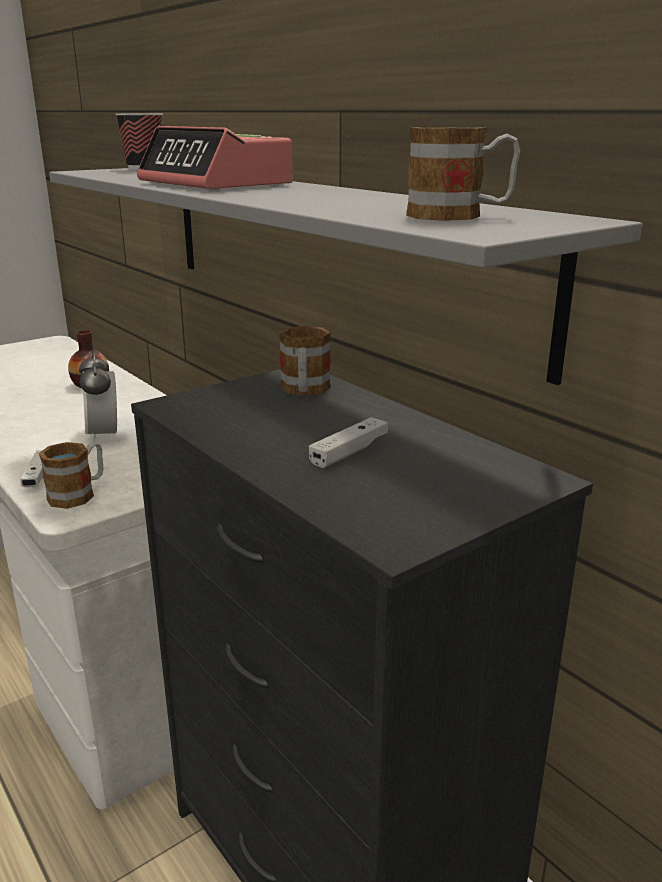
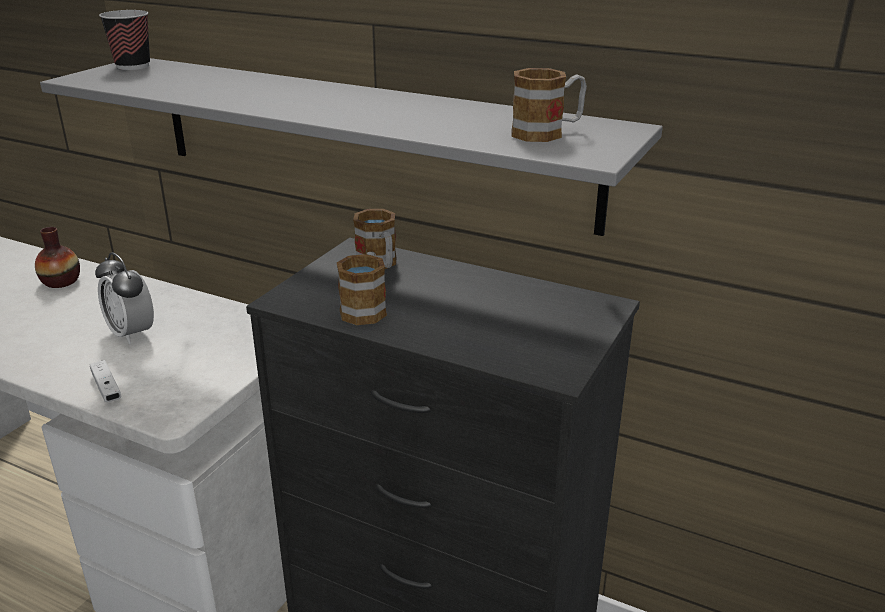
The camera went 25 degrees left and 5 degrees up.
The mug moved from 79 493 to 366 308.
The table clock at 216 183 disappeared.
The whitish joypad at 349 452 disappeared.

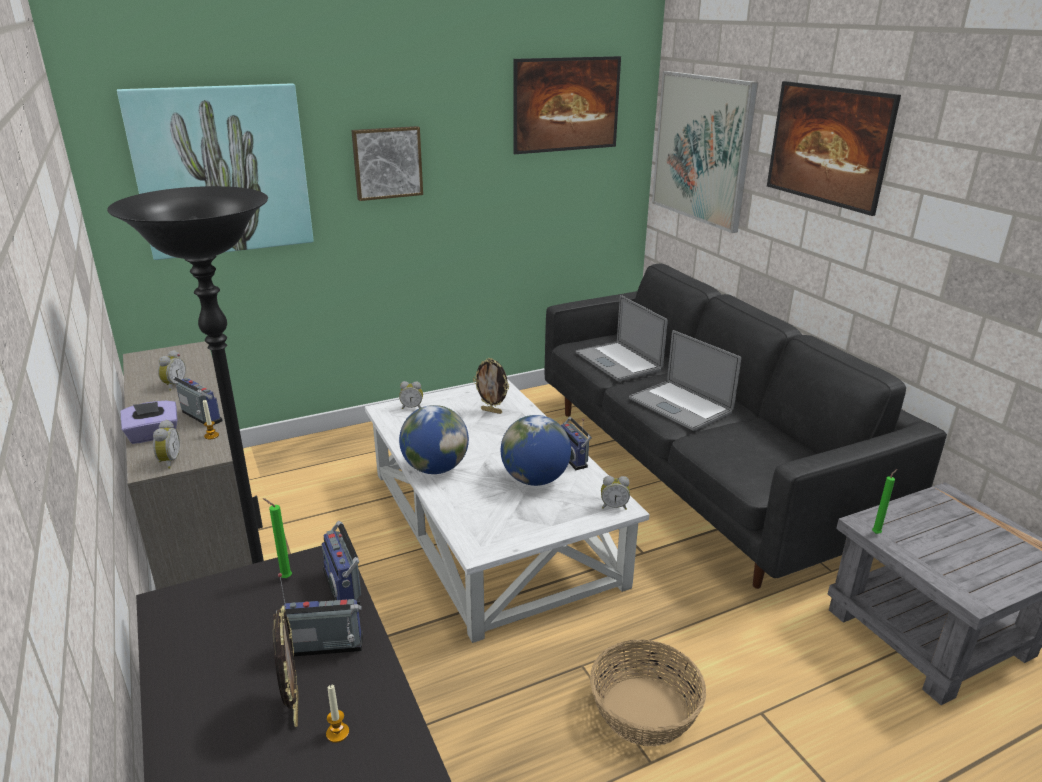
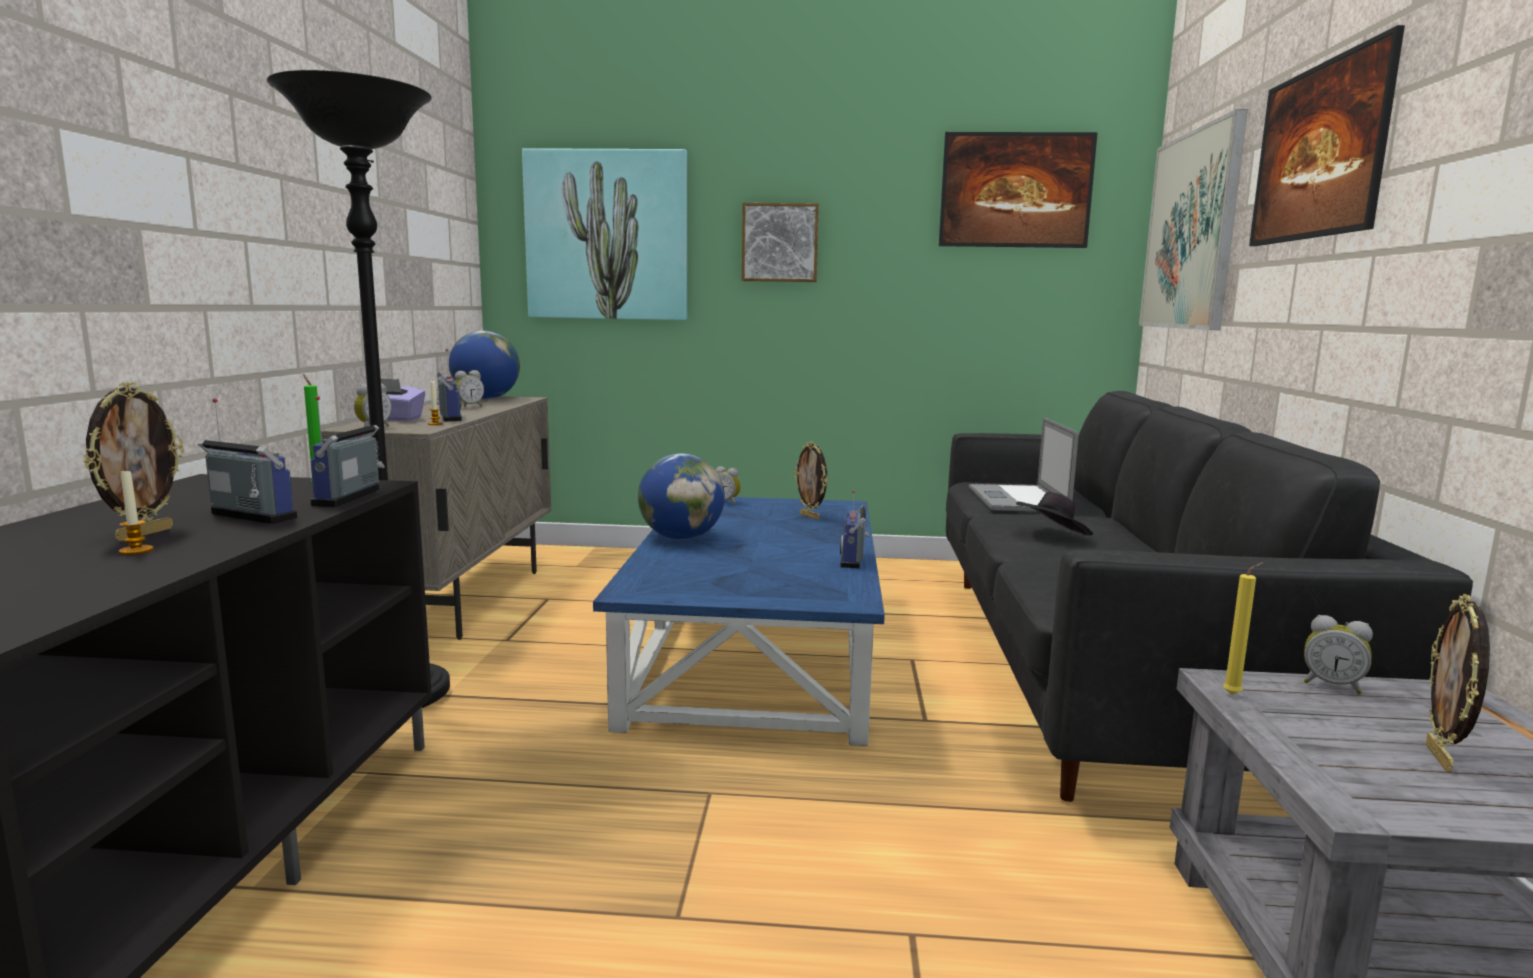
The camera went 30 degrees right and 15 degrees down.
The desk globe moved from 535 479 to 486 398.
The whitish lounge table at 494 526 became the blue-coloured lounge table at 759 651.
The portable computer at 680 405 was replaced by the blackish wearable hat at 1052 536.
The green-coloured candle at 877 533 became the yellow-coloured candle at 1234 695.
The table clock moved from 614 506 to 1332 685.
The photo frame at 1441 758 appeared.
The household basket at 644 710 disappeared.

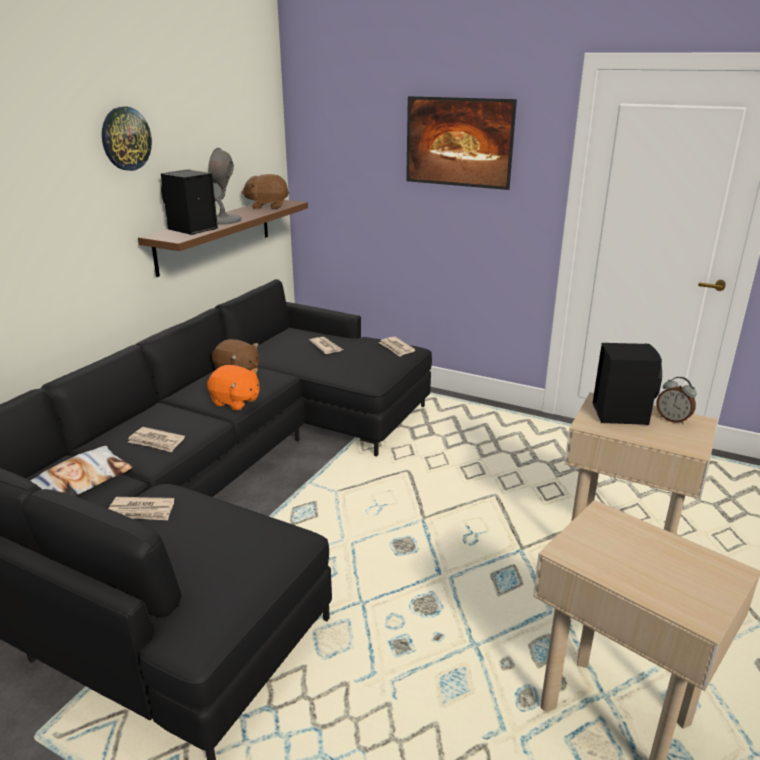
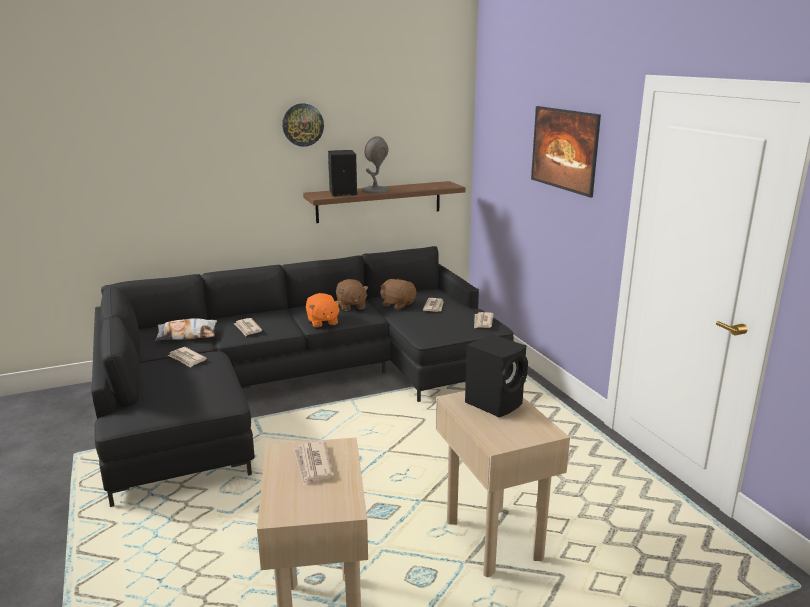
The camera went 40 degrees right and 5 degrees down.
The daily paper at 313 464 appeared.
The brownish cuddly toy moved from 267 206 to 398 304.
The table clock at 673 419 disappeared.

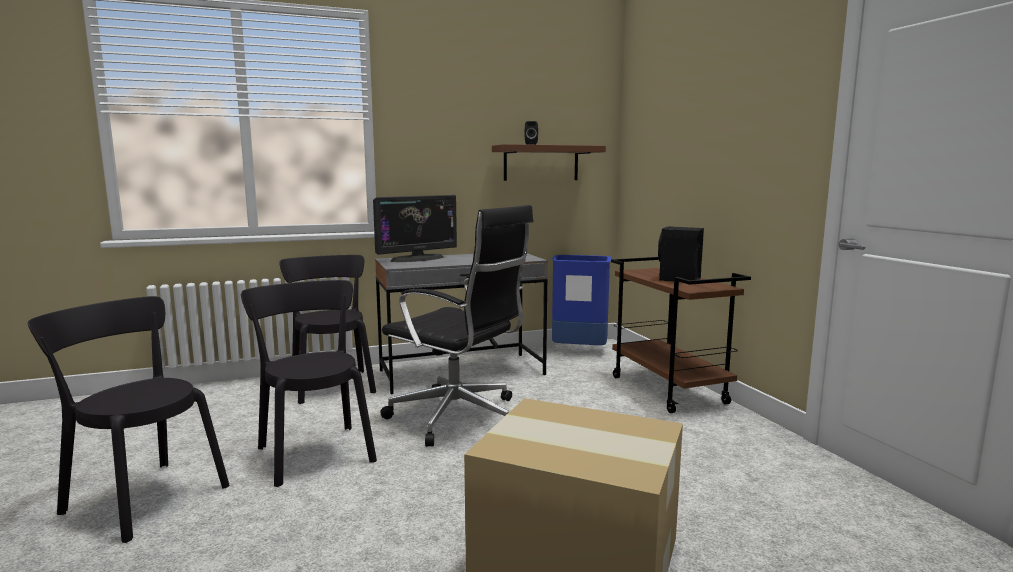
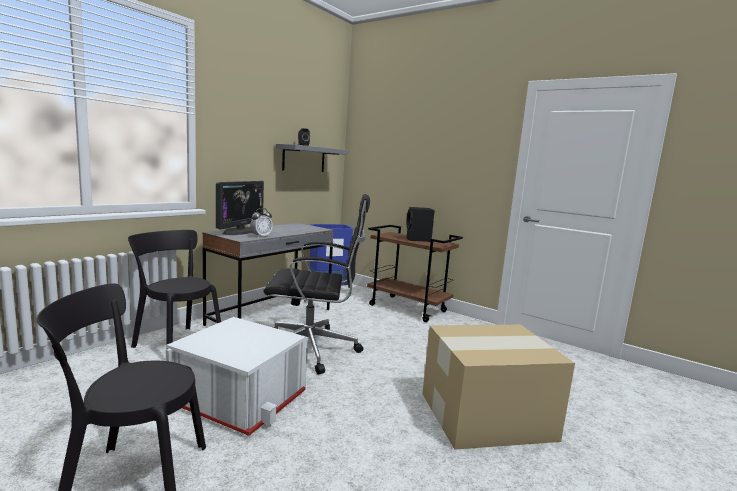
The camera went 35 degrees left and 0 degrees up.
The blackish upright chair at 315 451 was replaced by the whitish storage box at 240 399.
The table clock at 261 236 appeared.
The brownish shelf at 541 163 became the gray shelf at 304 158.

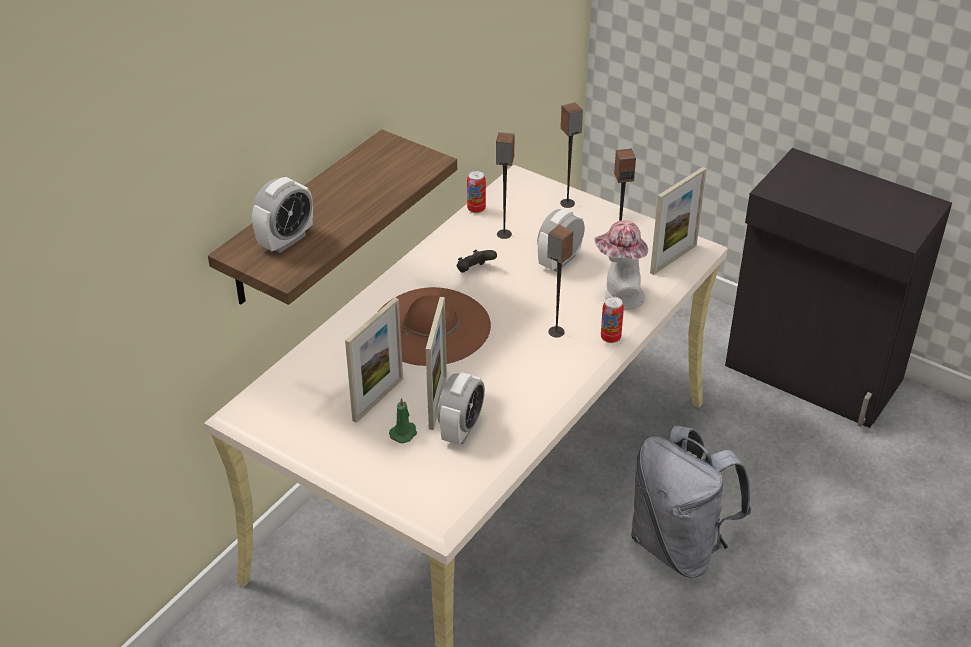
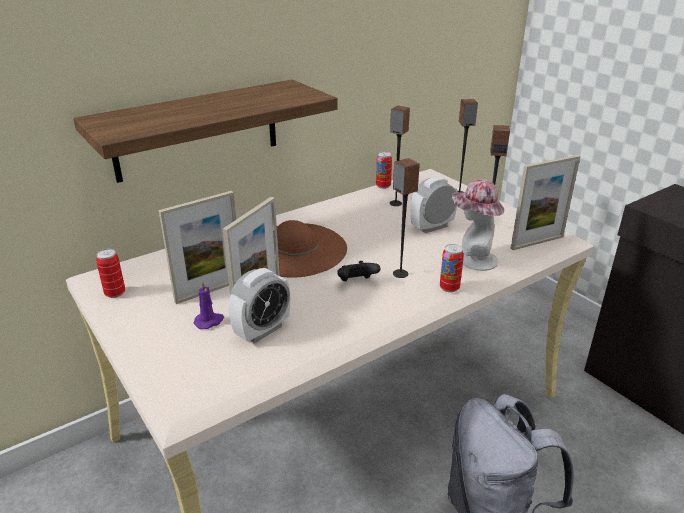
The camera went 20 degrees right and 10 degrees down.
The sealed can at 115 293 appeared.
The green-coloured candle at 404 433 became the purple-coloured candle at 209 321.
The blackish joypad moved from 474 271 to 357 282.
The table clock at 286 240 disappeared.

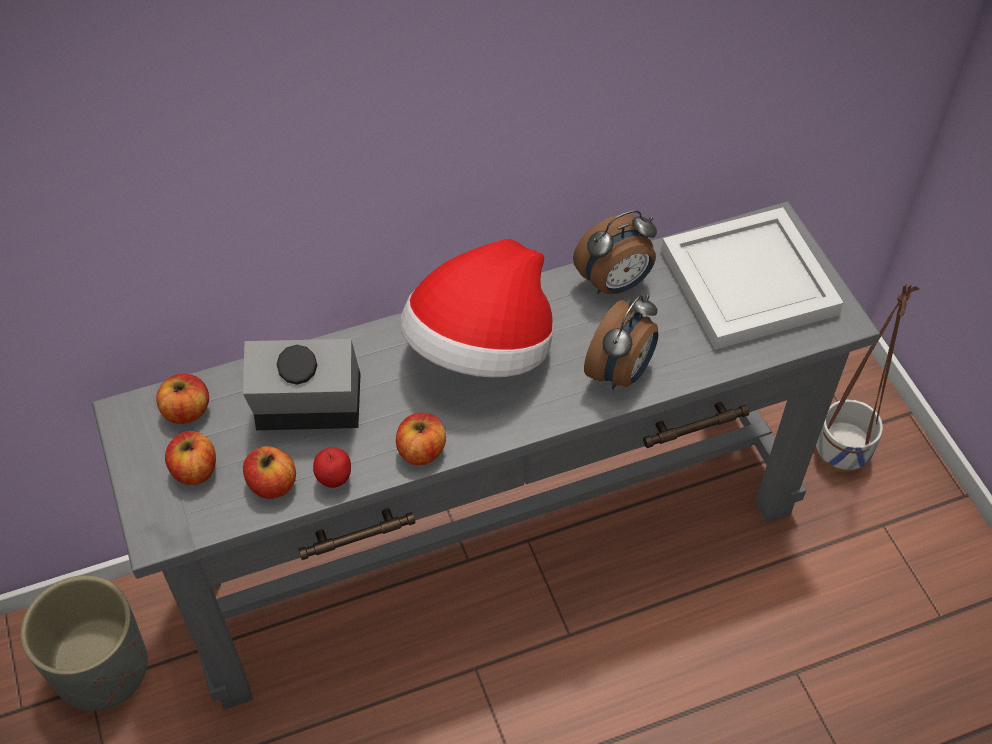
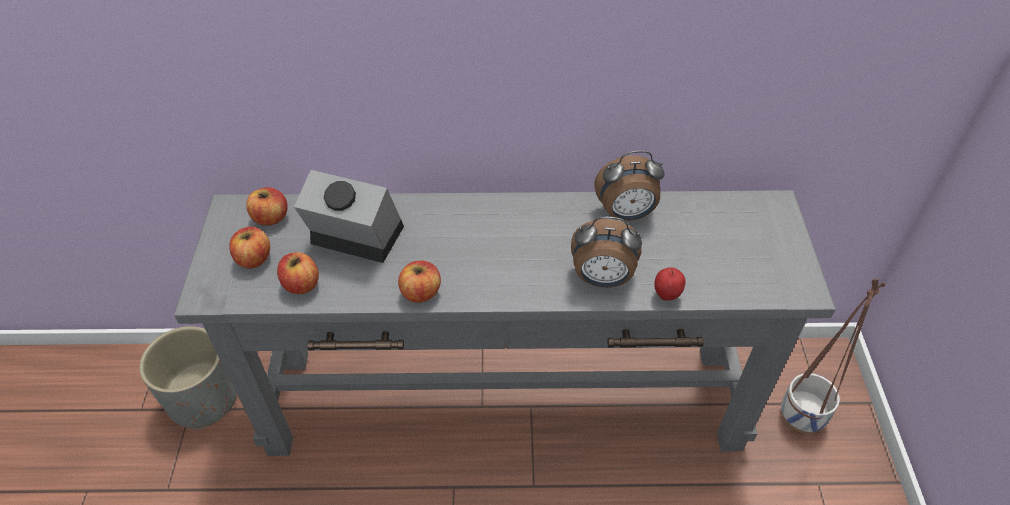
The camera went 20 degrees right and 5 degrees down.
The table clock at 621 372 turned 45 degrees clockwise.
The apple fruit moved from 334 480 to 666 296.
The wearable hat at 482 349 disappeared.
The whitish tray at 745 281 disappeared.

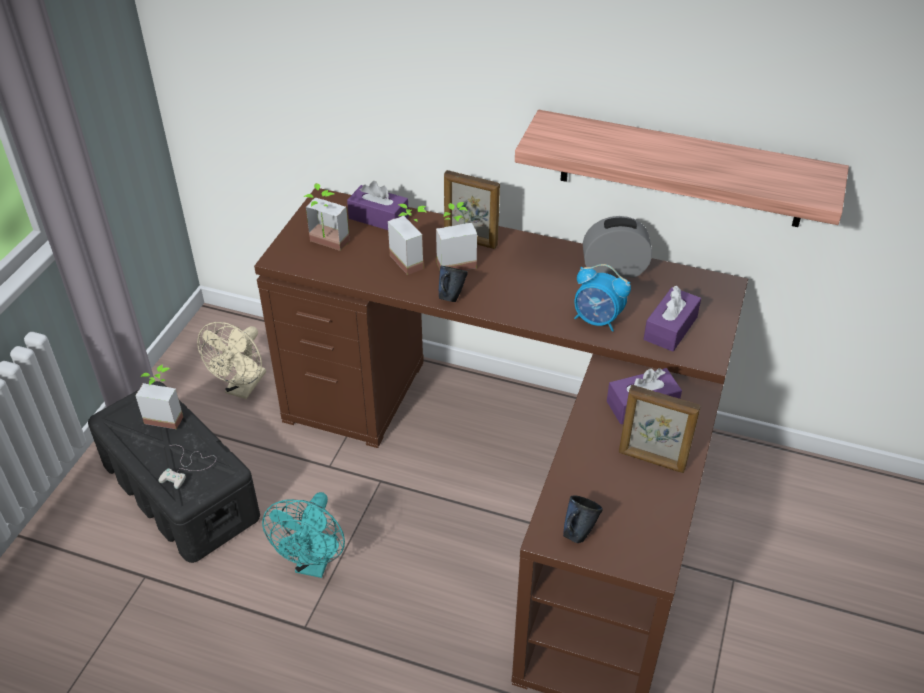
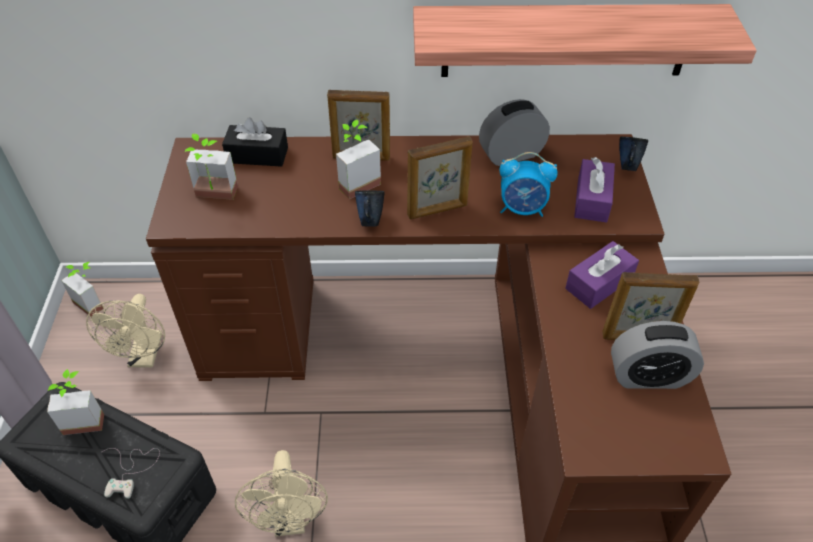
The camera went 20 degrees left and 5 degrees up.
The plant in a pot moved from 413 259 to 93 301.
The purple-coloured box of tissues at 378 218 became the blackish box of tissues at 257 155.
The turquoise electric fan at 314 563 became the sand-coloured electric fan at 290 520.
The photo frame at 438 210 appeared.
The table clock at 648 376 appeared.
The blue-coloured mug moved from 578 532 to 627 166.

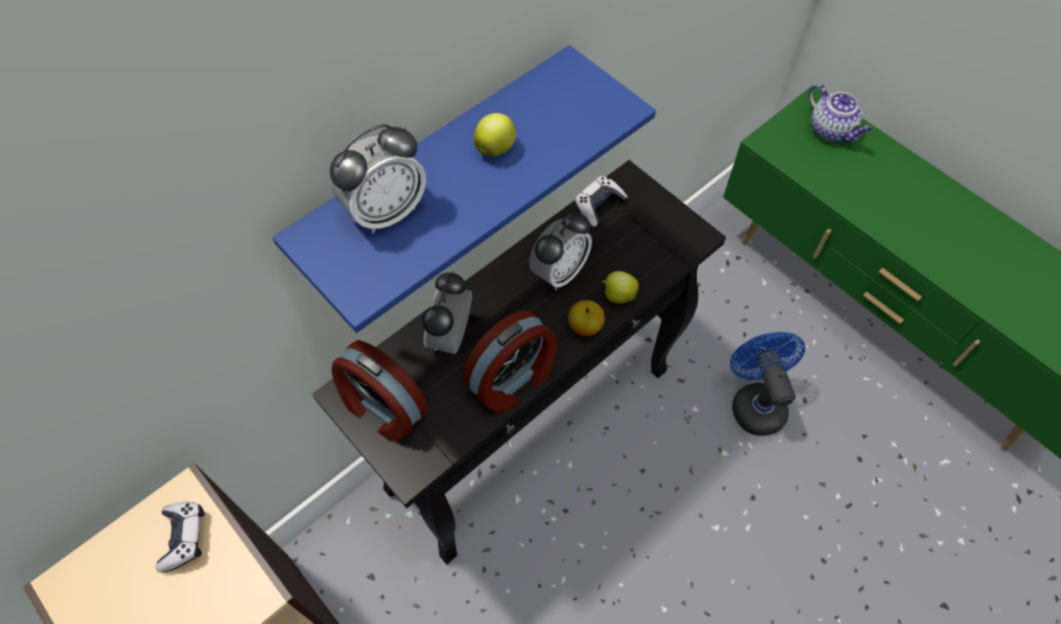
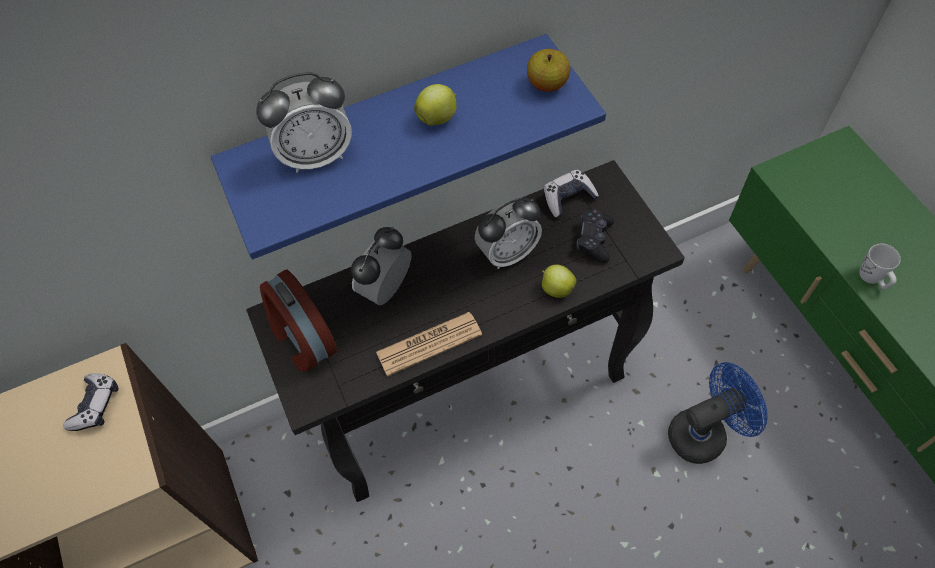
The camera went 20 degrees right and 0 degrees up.
The table clock at 513 380 was replaced by the daily paper at 429 344.
The apple fruit moved from 585 326 to 547 84.
The blackish joypad at 594 240 appeared.
The blue-coloured electric fan at 755 402 turned 60 degrees clockwise.
The whitish mug at 873 279 appeared.
The pot for tea at 831 130 disappeared.

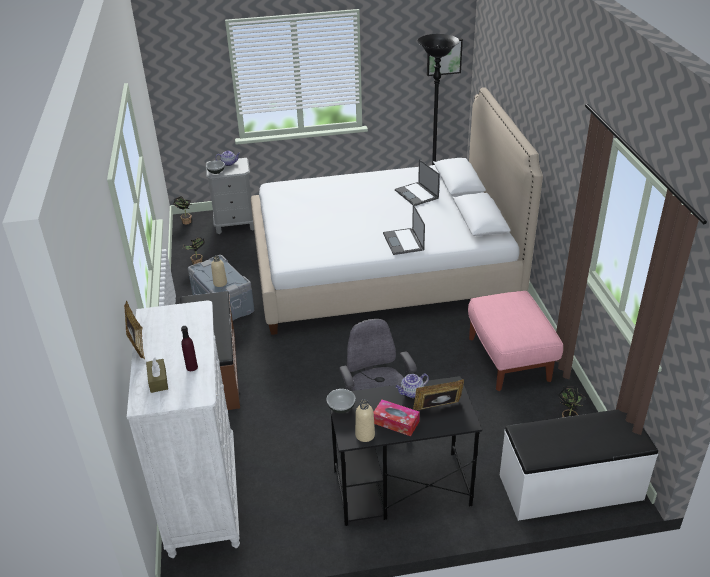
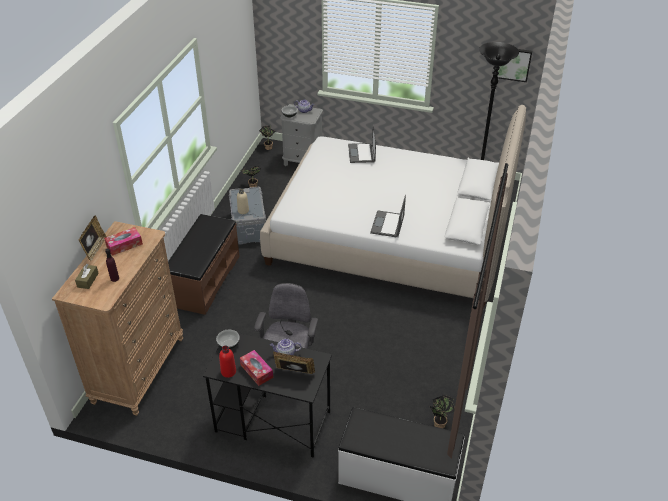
The camera went 25 degrees right and 5 degrees up.
The whitish dresser at 202 496 became the brownish dresser at 138 370.
The box of tissues at 124 245 appeared.
The sand-coloured bottle at 365 435 became the red bottle at 228 371.
The portable computer moved from 417 194 to 361 153.
The pinkish ottoman at 509 359 disappeared.

